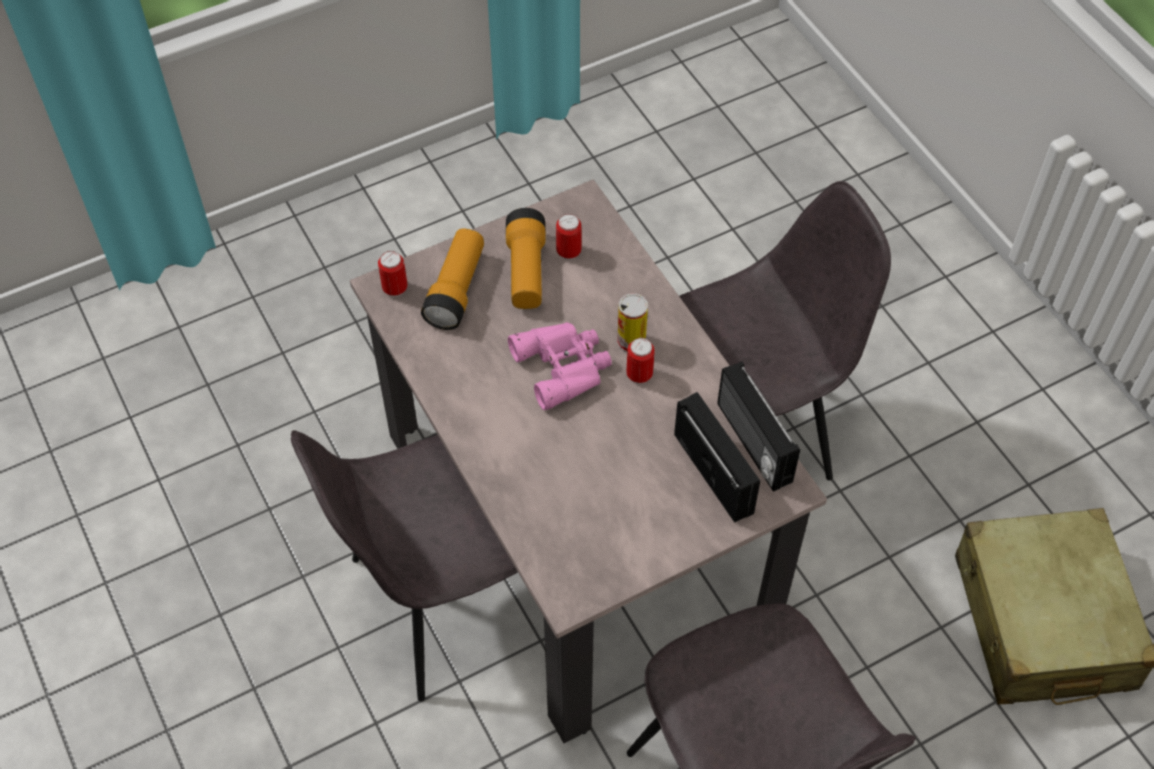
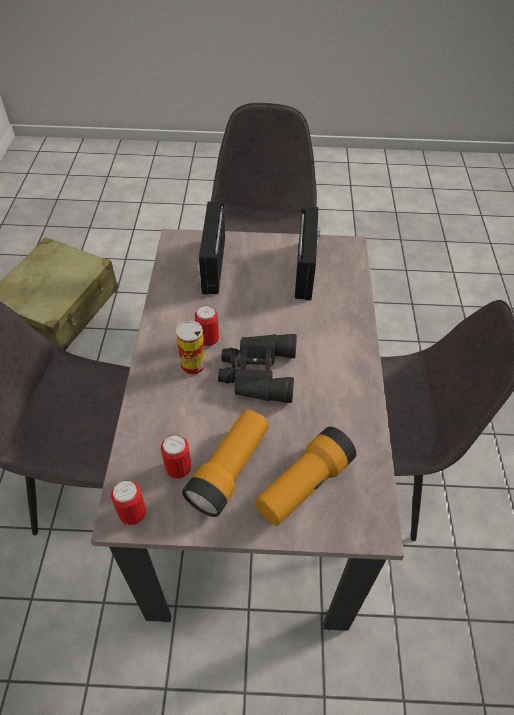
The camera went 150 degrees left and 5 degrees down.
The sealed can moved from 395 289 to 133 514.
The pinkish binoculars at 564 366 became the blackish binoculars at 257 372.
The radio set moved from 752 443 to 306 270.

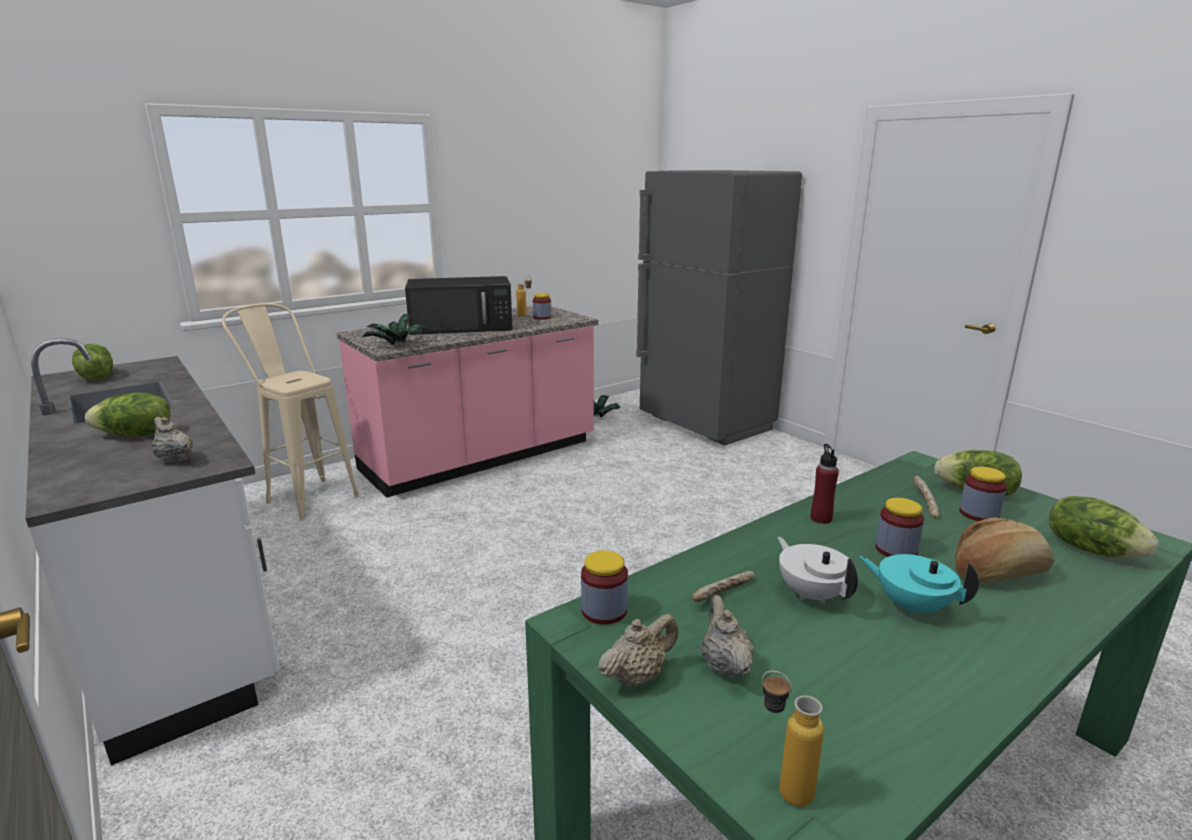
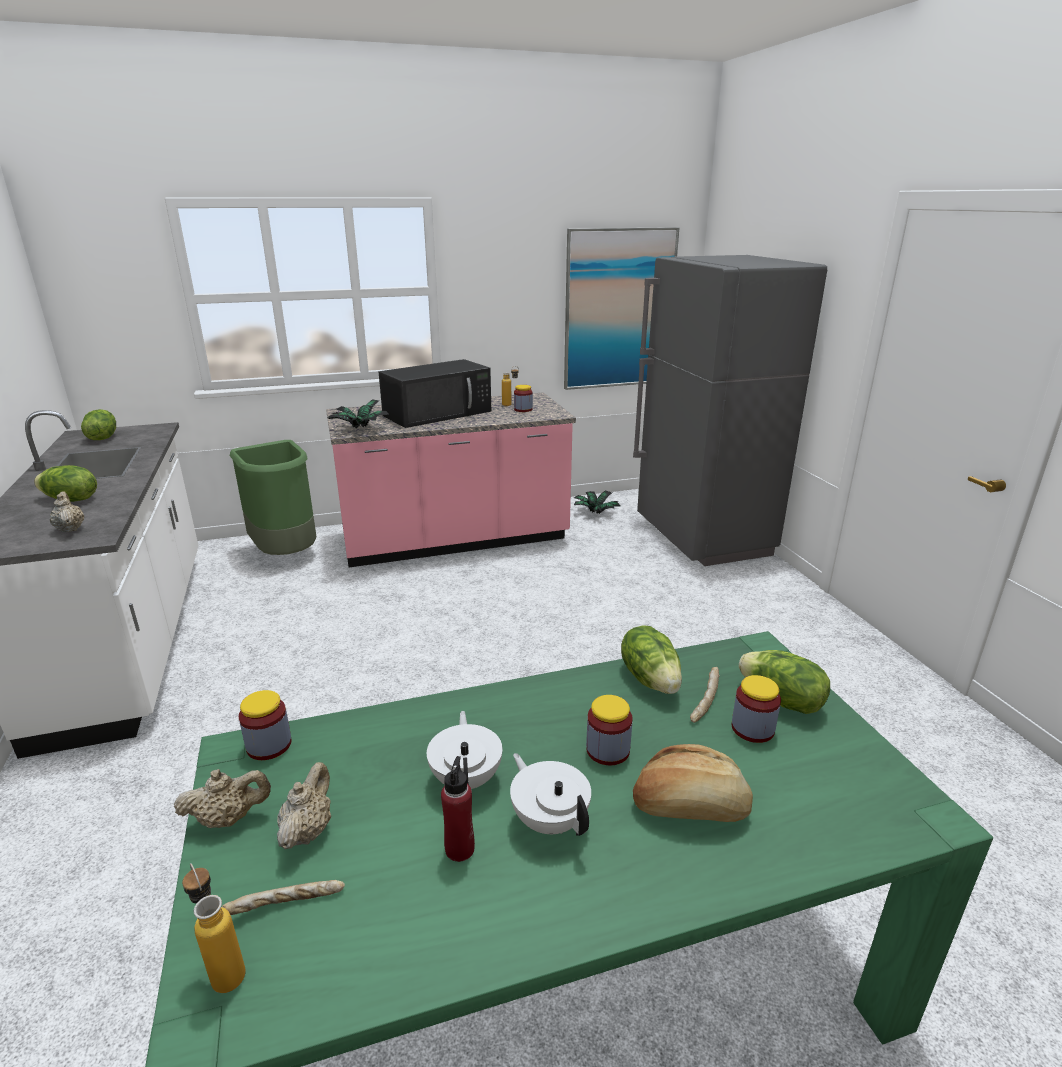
The camera went 20 degrees right and 5 degrees up.
The bakery bread moved from 724 594 to 287 906.
The sand-coloured stool seat at 305 496 was replaced by the green-coloured waste bin at 287 554.
The blackish microwave at 463 326 turned 45 degrees counterclockwise.
The red bottle moved from 821 518 to 460 849.
The turquoise pot for tea at 911 606 became the whitish pot for tea at 550 820.
The wall picture at 619 309 appeared.
The head of lettuce moved from 1091 549 to 651 679.

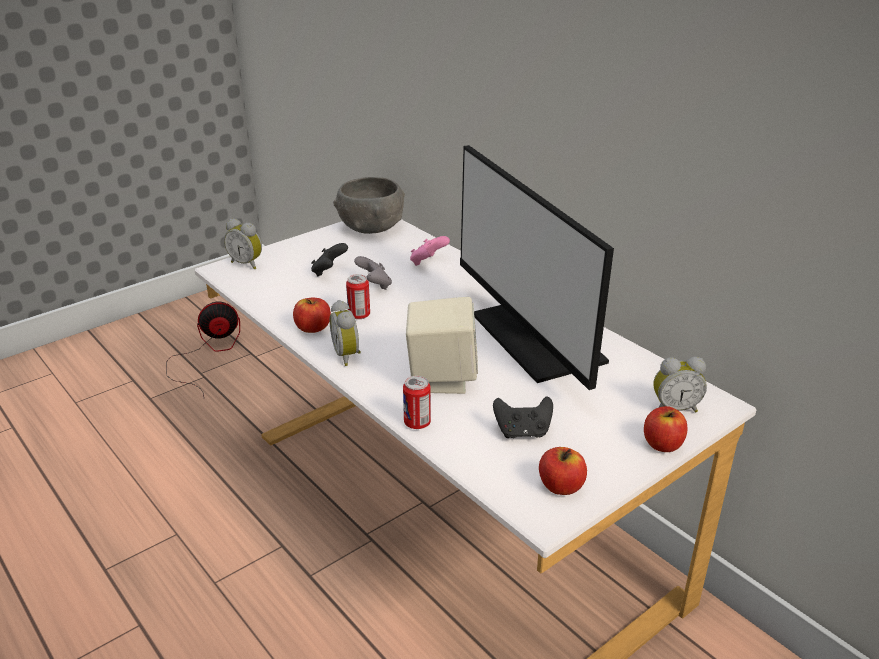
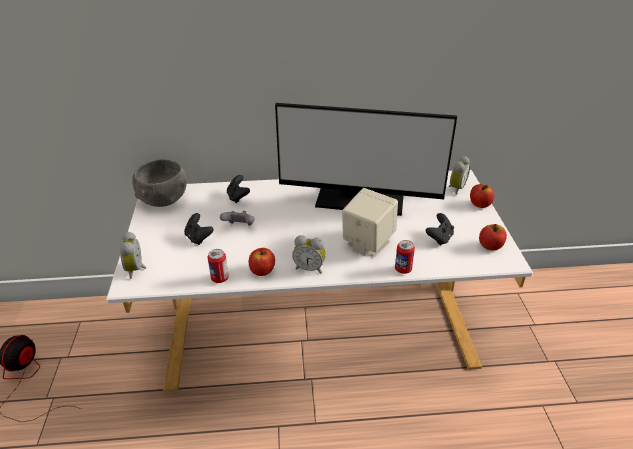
The camera went 55 degrees left and 5 degrees up.
The table clock at 247 263 turned 105 degrees clockwise.
The sealed can moved from 359 315 to 220 278.
The pinkish joypad at 428 262 became the blackish joypad at 238 197.

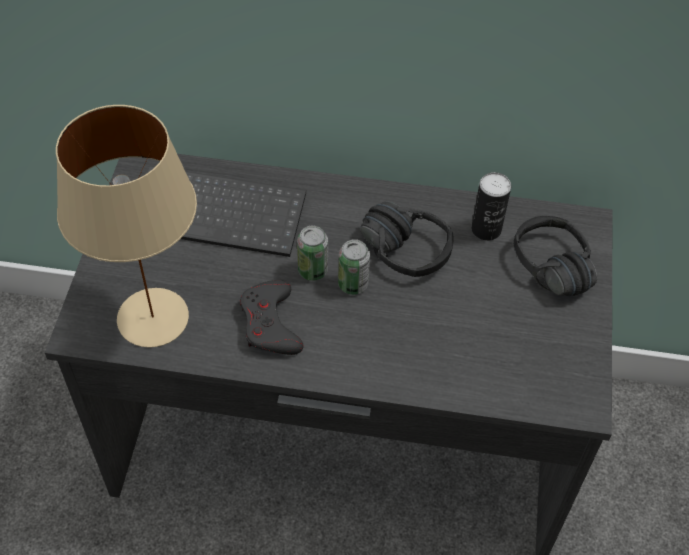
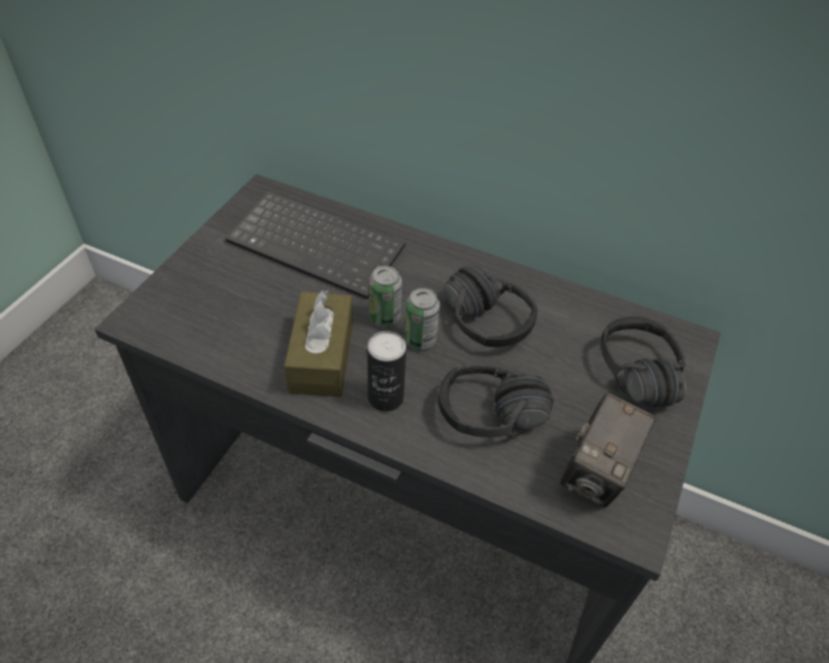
The camera went 15 degrees right and 5 degrees down.
The gray joypad at 270 324 was replaced by the brownish box of tissues at 321 357.
The sealed can moved from 486 229 to 385 397.
The blackish headphones at 493 428 appeared.
The still camera at 596 473 appeared.
The sand-coloured lamp for a table at 153 316 disappeared.

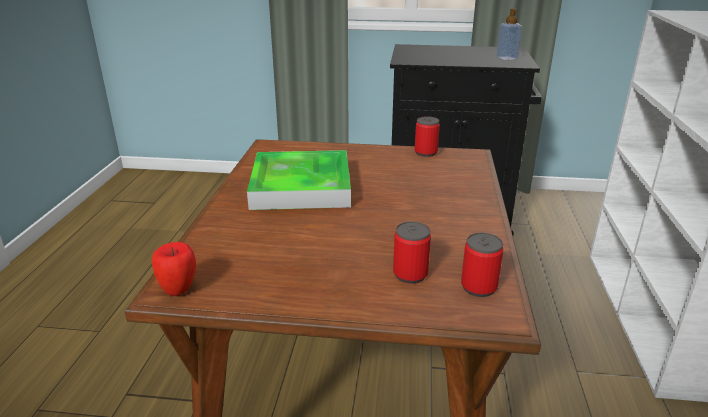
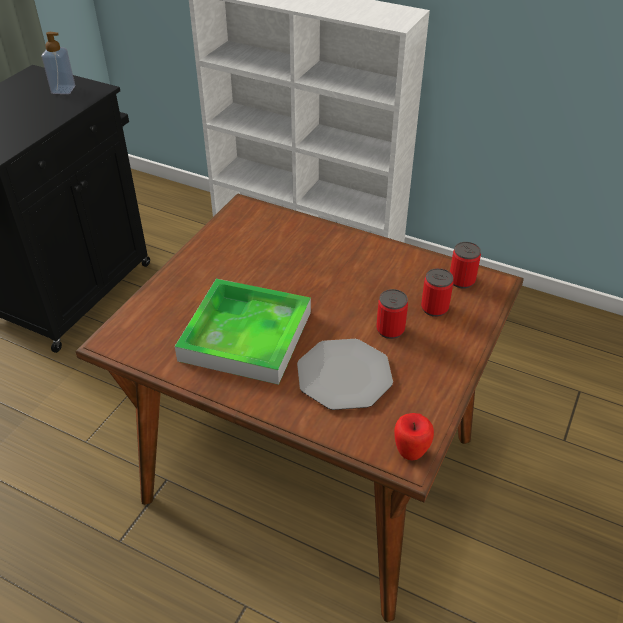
The camera went 70 degrees left and 15 degrees up.
The plate at 344 376 appeared.
The sealed can moved from 426 152 to 390 330.

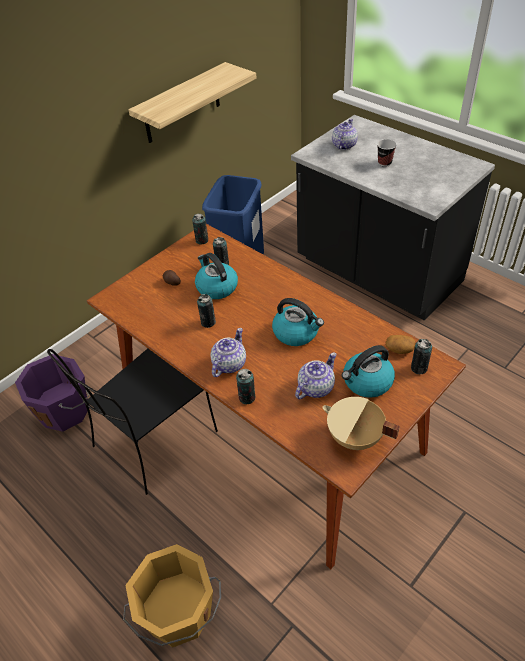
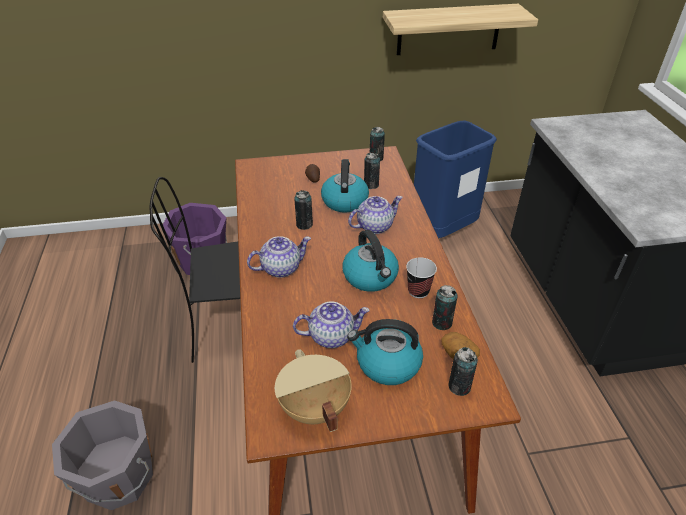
The camera went 35 degrees right and 5 degrees down.
The orange-coloured pail at 179 614 became the gray pail at 118 478.
The pot for tea moved from 343 145 to 375 226.
The drinking cup moved from 384 163 to 418 291.
The sealed can moved from 247 398 to 442 323.

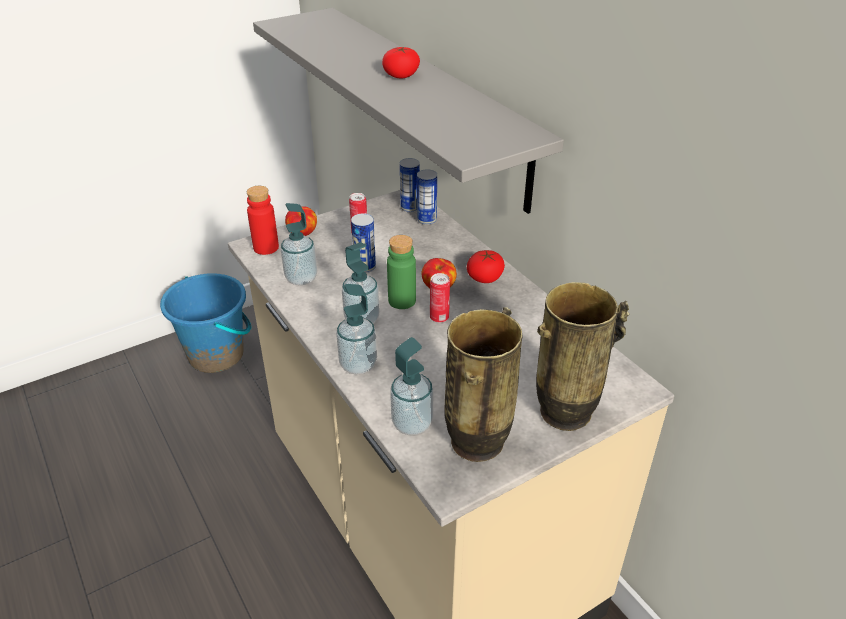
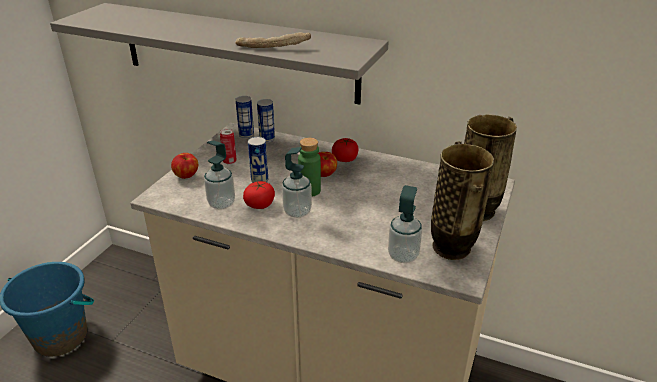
The camera went 35 degrees left and 5 degrees down.
The bakery bread at 273 47 appeared.
The tomato moved from 401 75 to 260 204.
The red bottle at 266 247 disappeared.
The soap dispenser at 358 365 disappeared.
The sealed can at 439 318 disappeared.

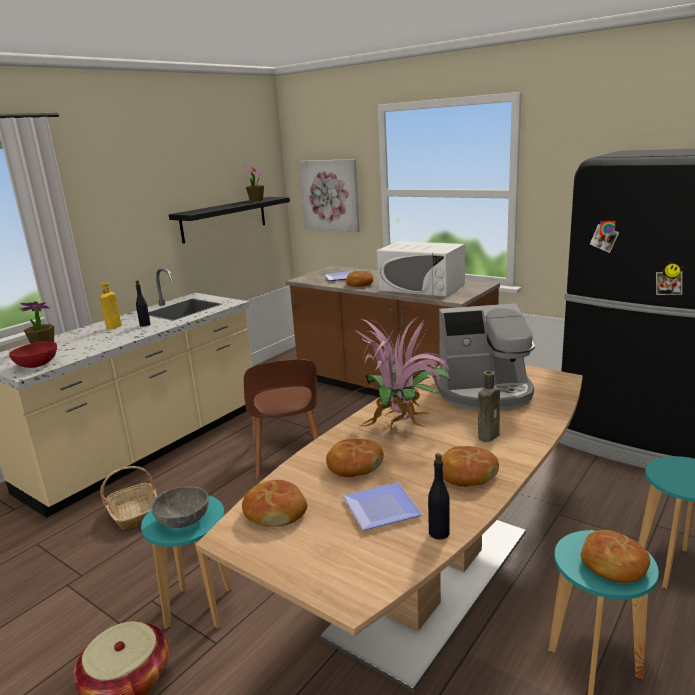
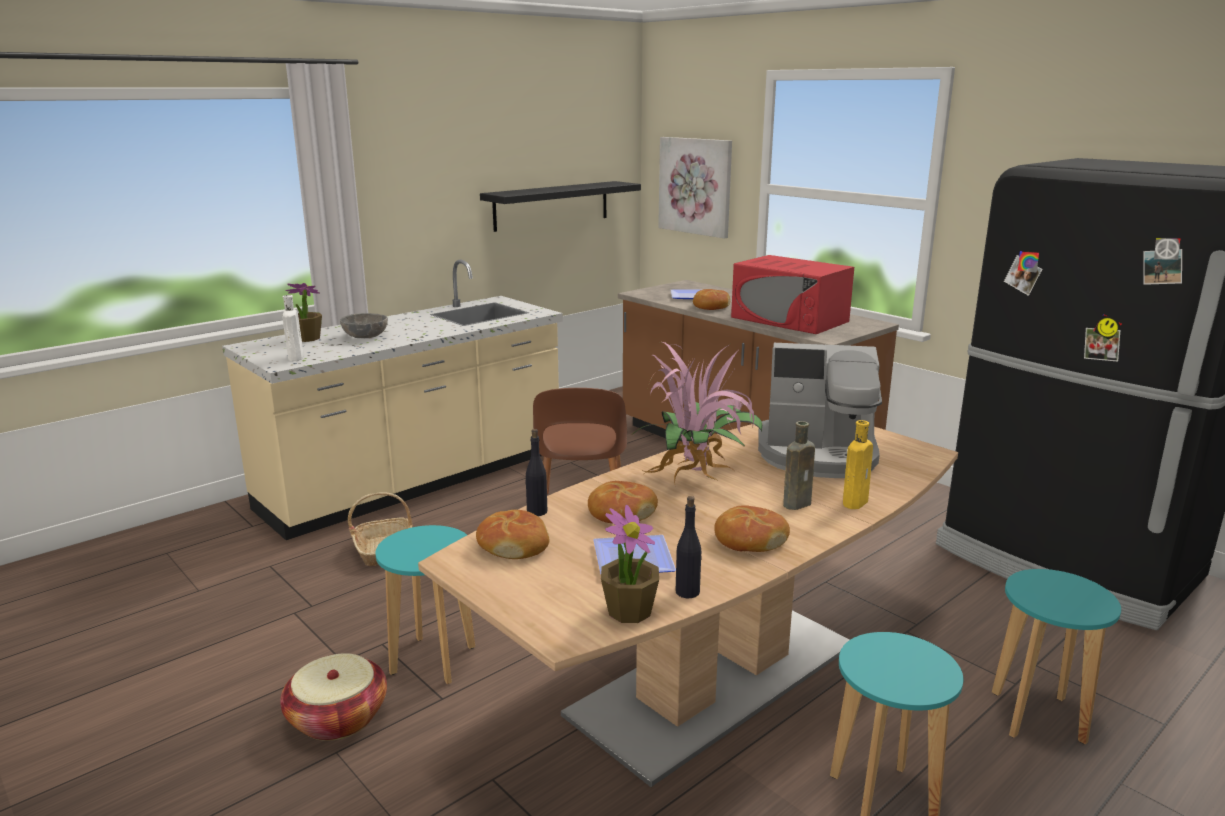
The camera went 10 degrees right and 0 degrees up.
The red serving bowl at 37 364 was replaced by the whitish bottle at 296 357.
The gray serving bowl moved from 183 520 to 365 336.
The blackish bottle moved from 145 325 to 536 511.
The plant in a pot moved from 256 200 to 629 611.
The whitish microwave at 421 287 became the red microwave at 789 319.
The yellow-coloured bottle moved from 115 326 to 856 502.
The bakery bread at 612 565 disappeared.

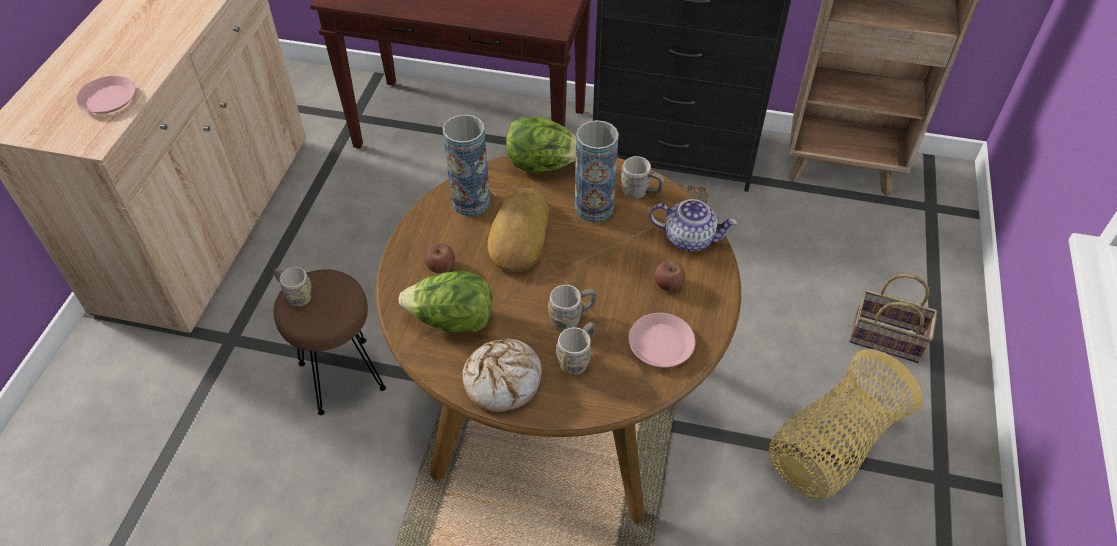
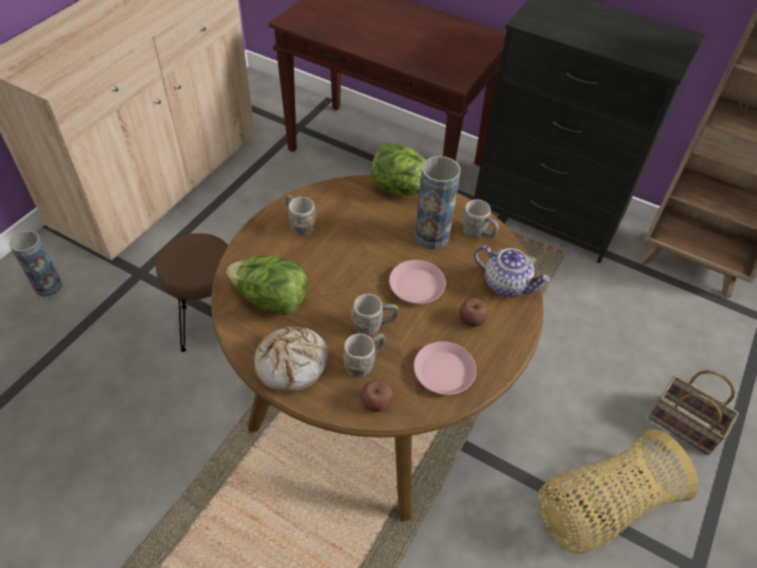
The camera went 15 degrees right and 0 degrees up.
The vase moved from 471 201 to 48 286.
The gray mug moved from 295 295 to 299 224.
The apple fruit moved from 440 266 to 376 402.
The pinkish plate moved from 108 99 to 416 285.
The bakery bread at 518 236 disappeared.

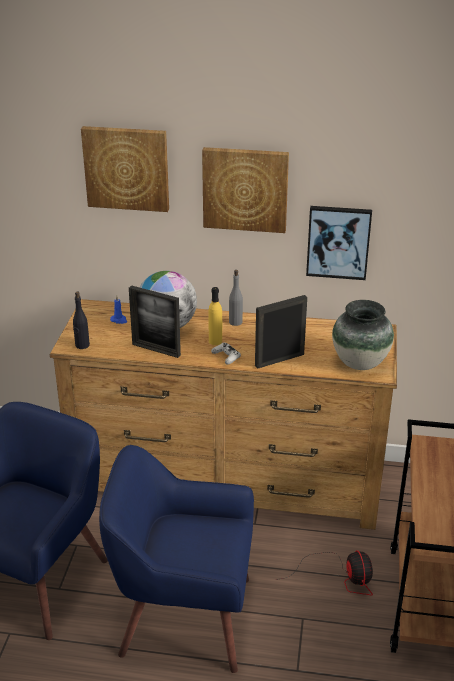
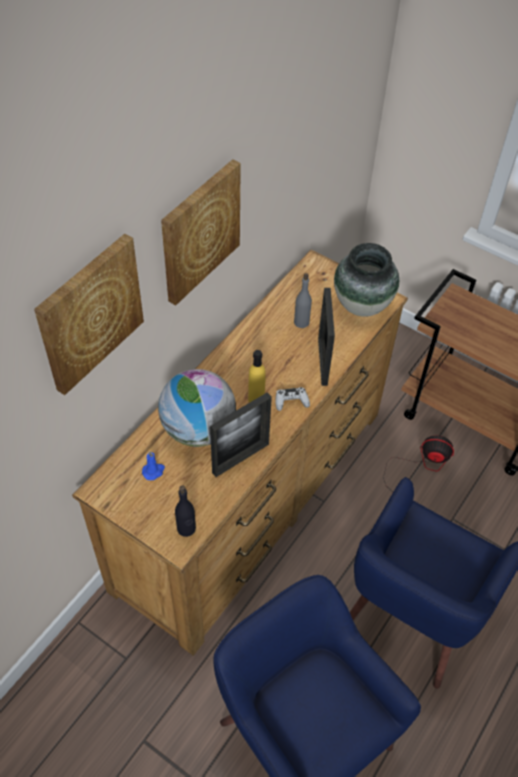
The camera went 65 degrees left and 20 degrees up.
The gray bottle moved from 235 322 to 301 322.
The wall picture at 338 242 disappeared.

